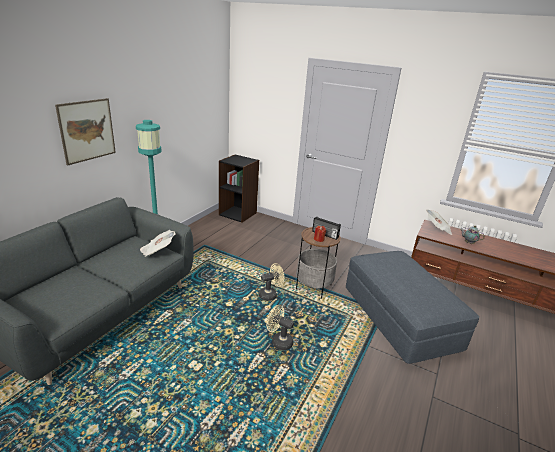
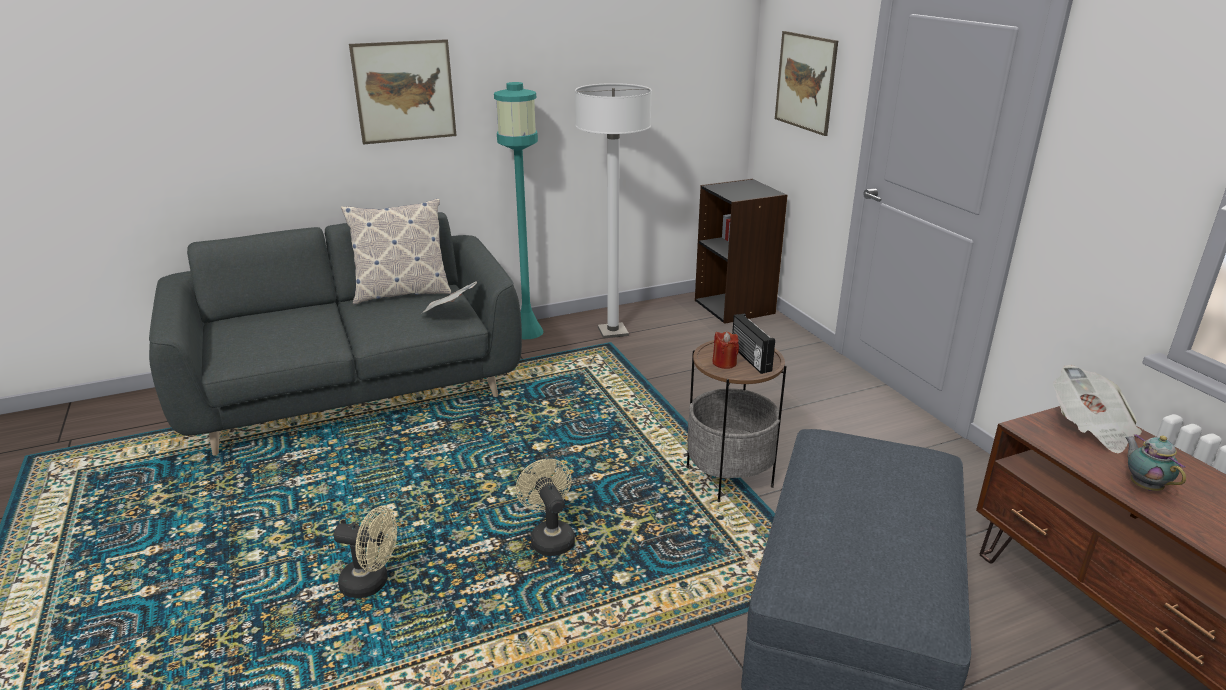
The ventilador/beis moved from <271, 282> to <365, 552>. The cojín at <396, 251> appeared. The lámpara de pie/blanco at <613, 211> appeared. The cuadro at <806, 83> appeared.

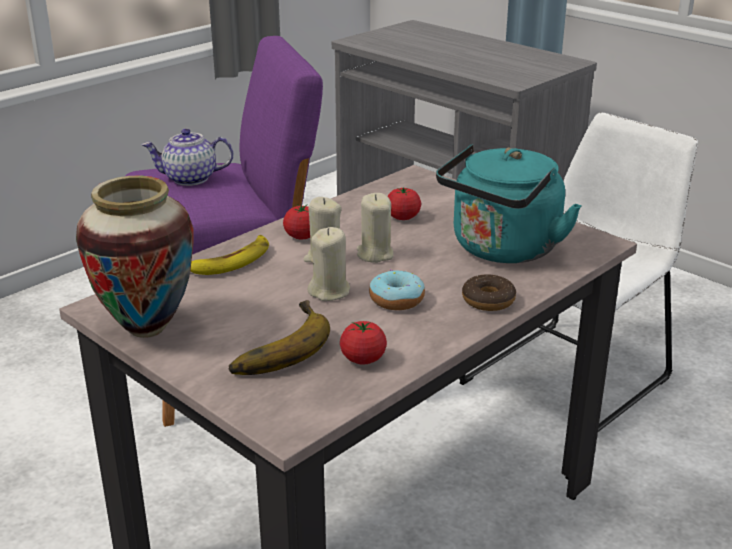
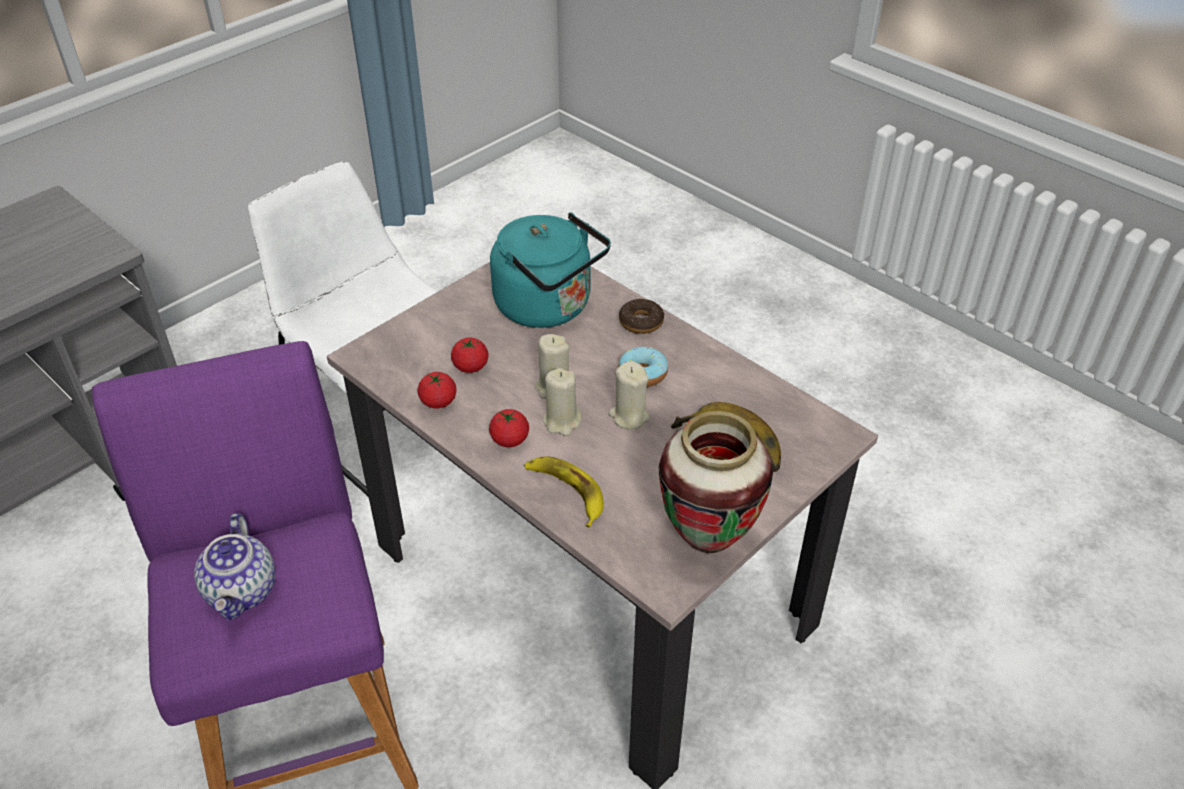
The tomate moved from <363, 342> to <437, 390>.

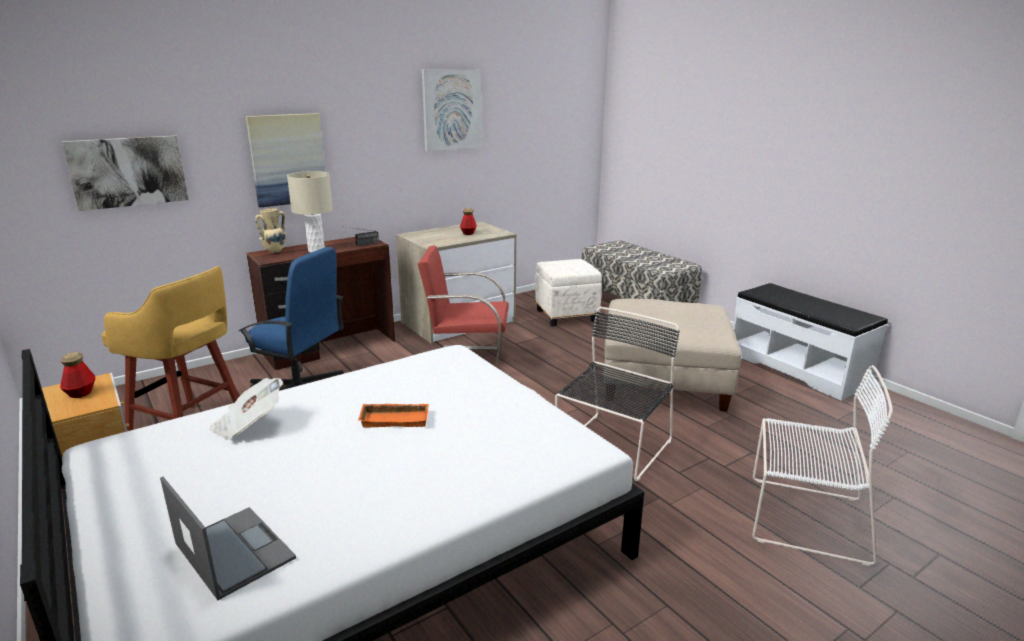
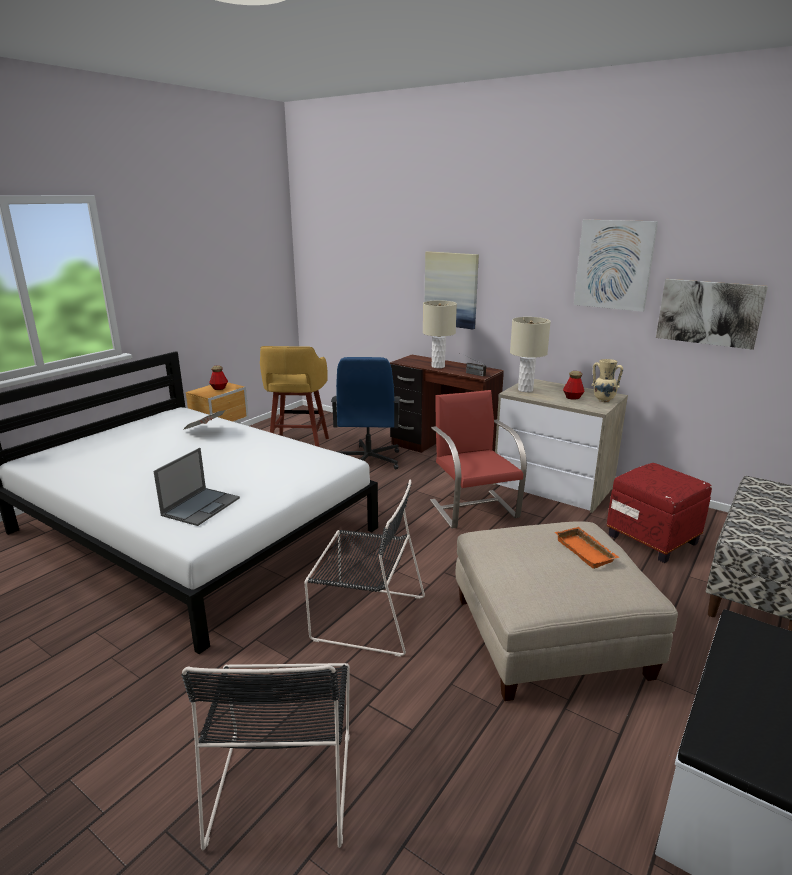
The portátil moved from <228, 538> to <197, 487>. The silla/blanco at <822, 465> became the silla/negro at <265, 756>. The lámpara de mesa/beis at <530, 354> appeared. The bandeja/naranja moved from <393, 416> to <587, 548>. The florero/beis moved from <271, 230> to <607, 380>. The puf/blanco at <568, 292> became the puf/rojo at <659, 513>. The cuadro moved from <125, 173> to <712, 314>.

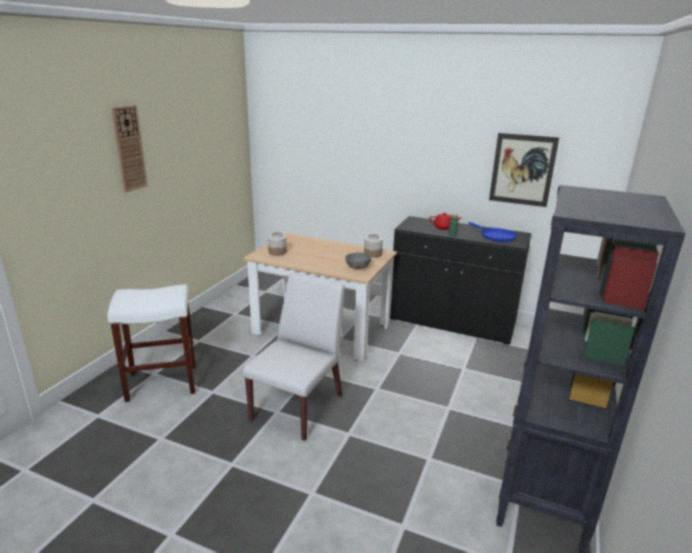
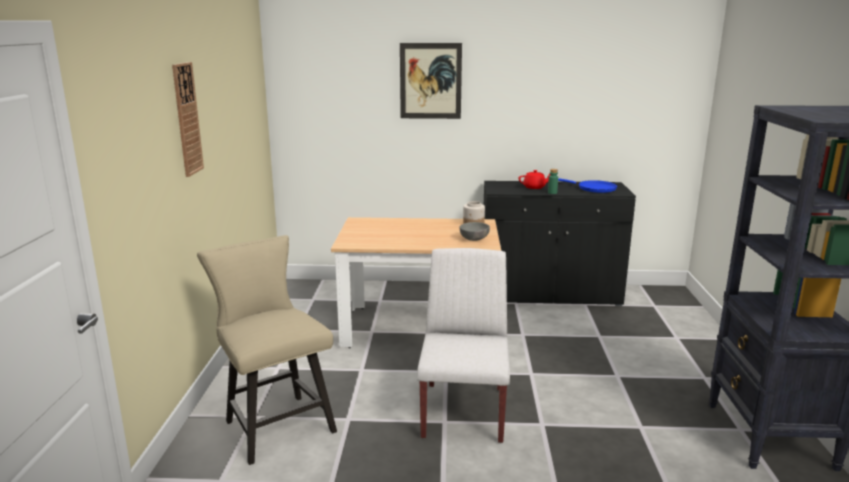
The taburete/blanco at <151, 343> was replaced by the silla/beis at <267, 350>. The cuadro moved from <524, 170> to <431, 81>. The tarro at <277, 244> disappeared.

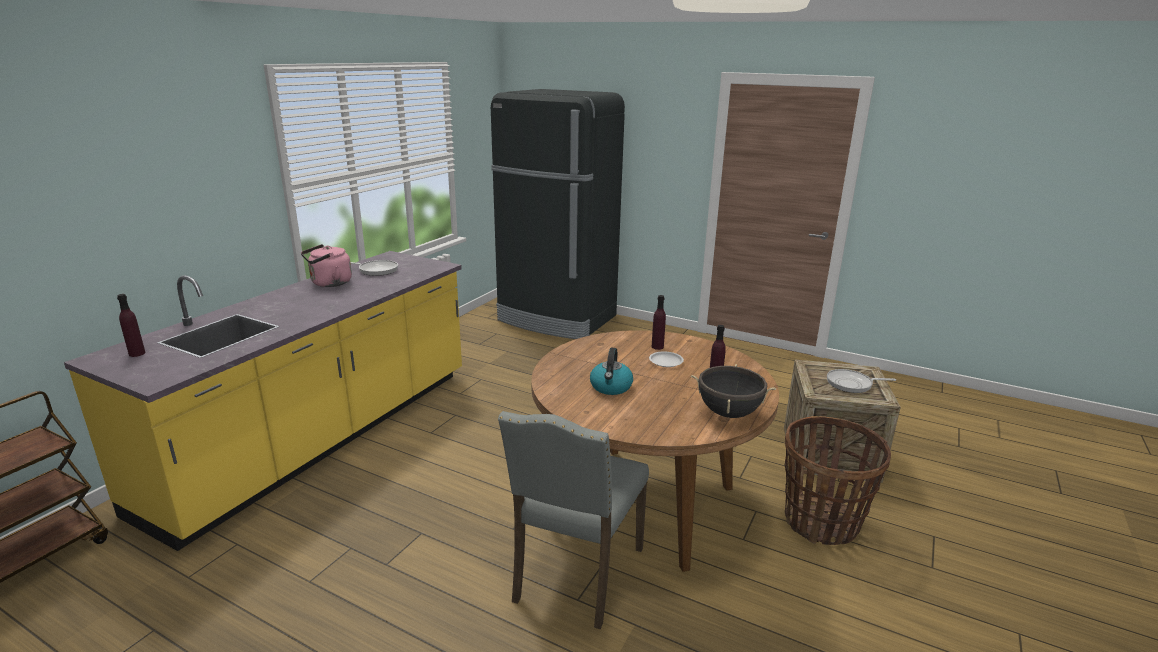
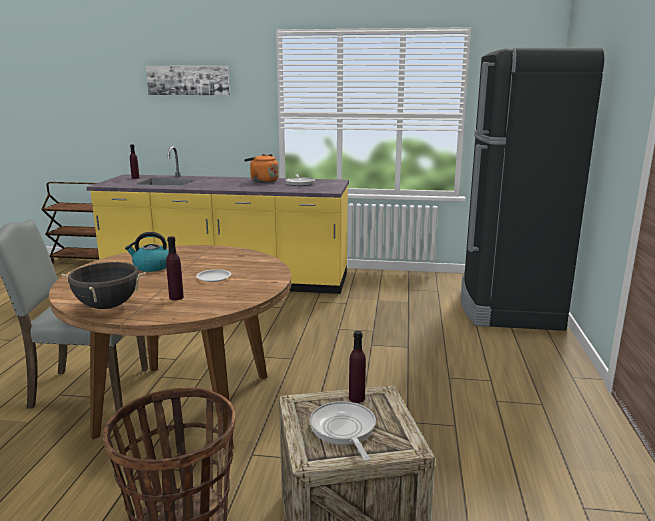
The cuadro at <188, 80> appeared. The hervidor/rosa at <326, 265> became the hervidor/naranja at <261, 168>. The botella/morado moved from <659, 322> to <357, 367>.

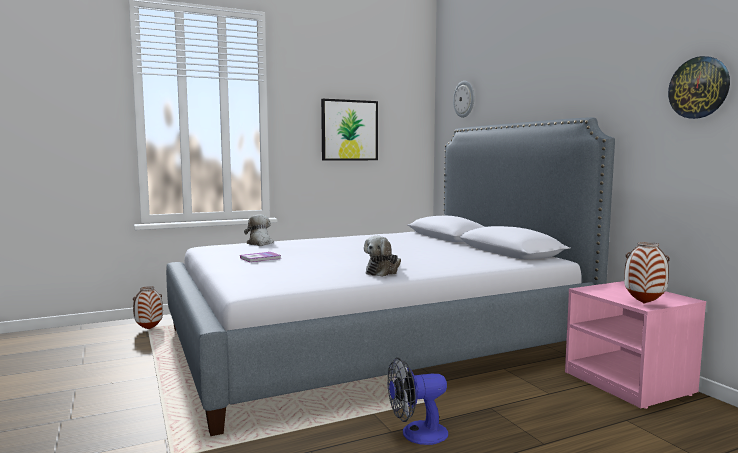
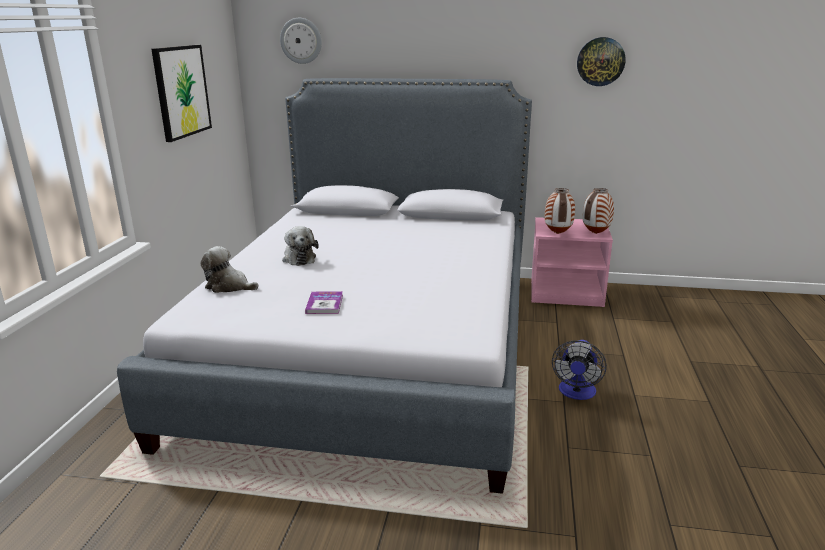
The peluche moved from <382, 256> to <300, 246>. The florero moved from <148, 307> to <560, 211>.

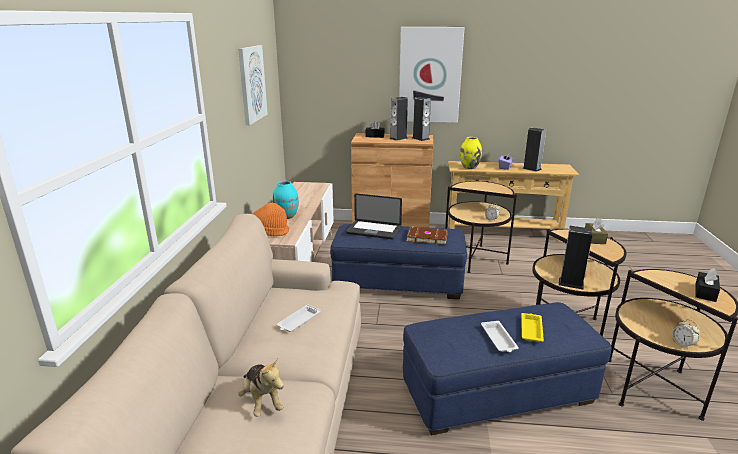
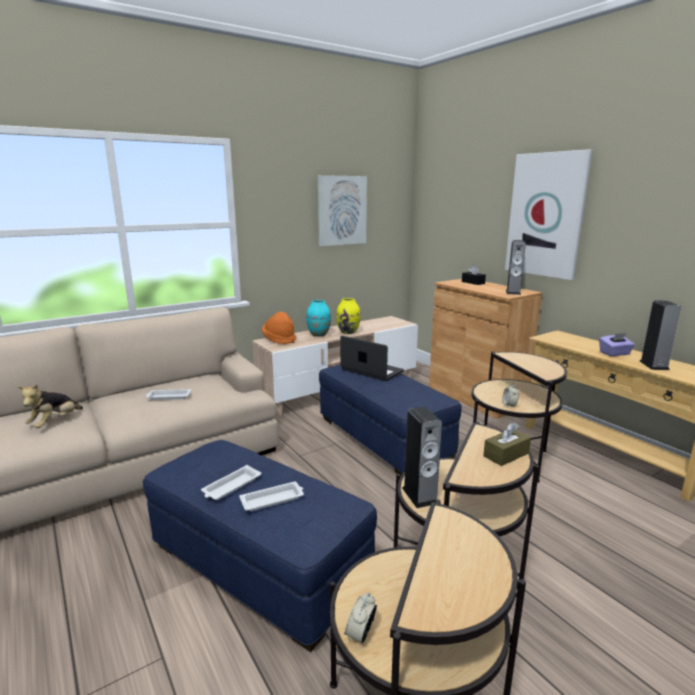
The bandeja/amarillo at <532, 327> became the bandeja/blanco at <271, 496>. The florero/amarillo moved from <471, 153> to <348, 316>. The portátil at <374, 216> turned 150 degrees clockwise. The altavoz at <398, 119> disappeared. The libro/marrón at <427, 235> disappeared. The caja de pañuelos/negro at <707, 285> disappeared.

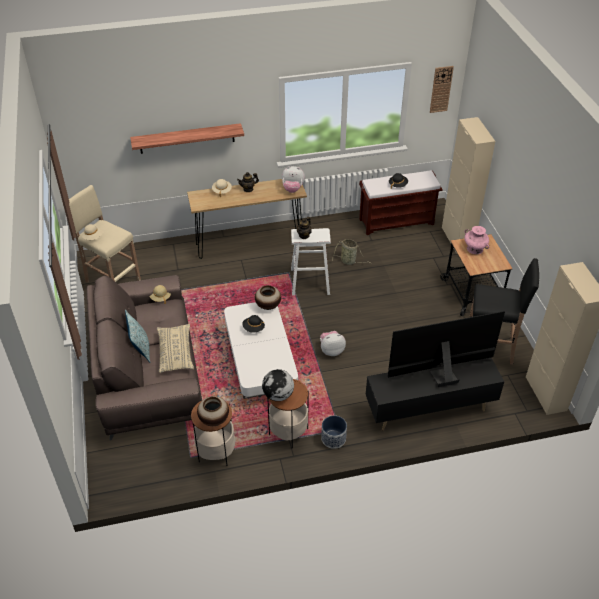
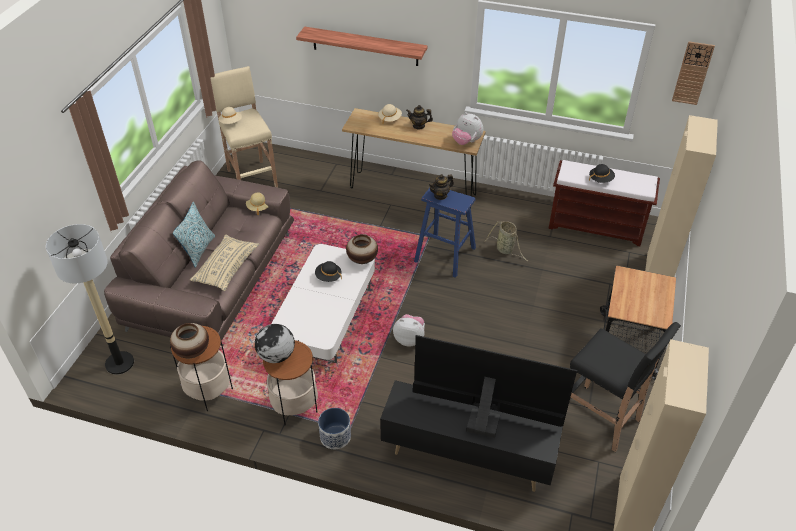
The lámpara de pie at <90, 299> appeared. The taburete/blanco at <311, 261> became the taburete/azul at <445, 233>. The florero/rosa at <476, 240> disappeared.

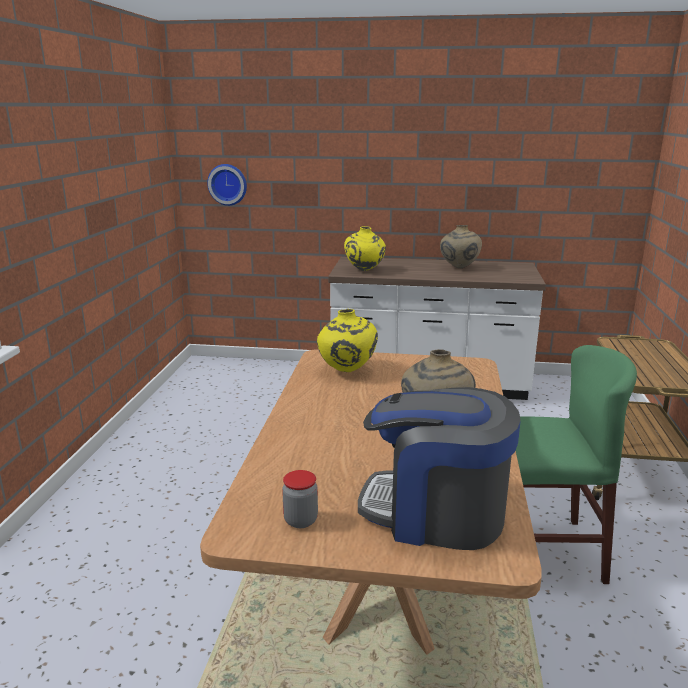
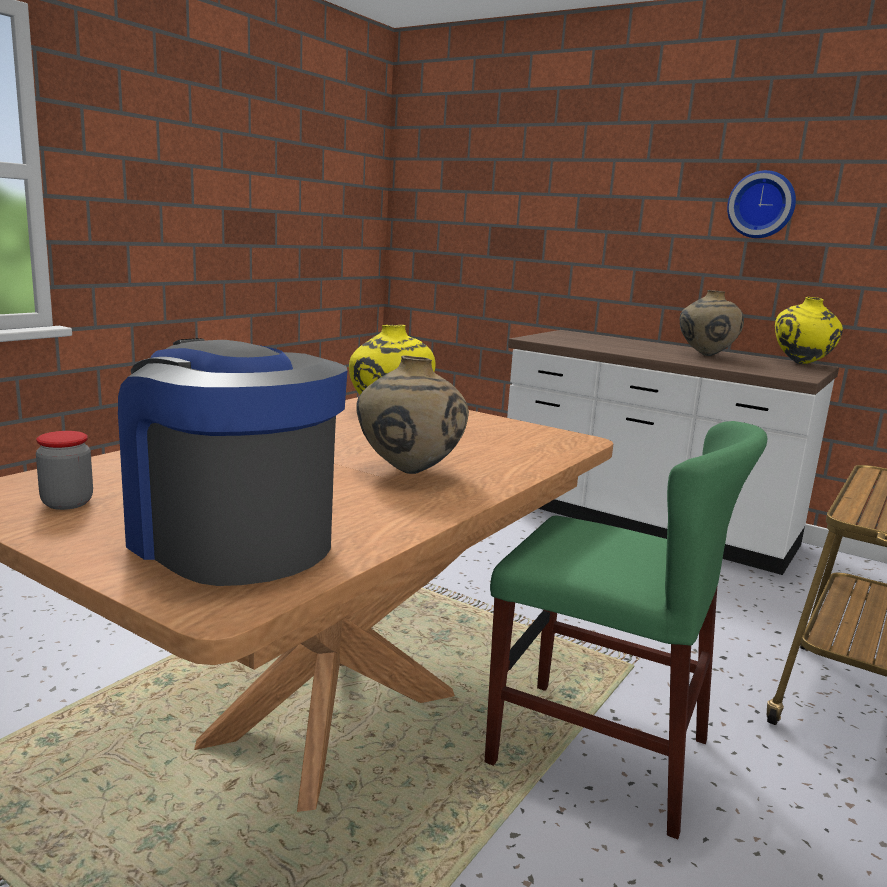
The reloj de pared moved from <227, 185> to <761, 204>. The florero/amarillo moved from <365, 248> to <809, 330>.

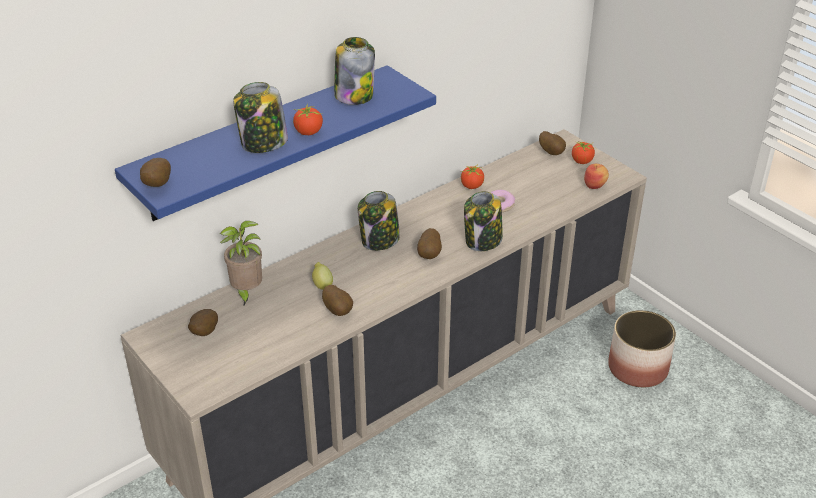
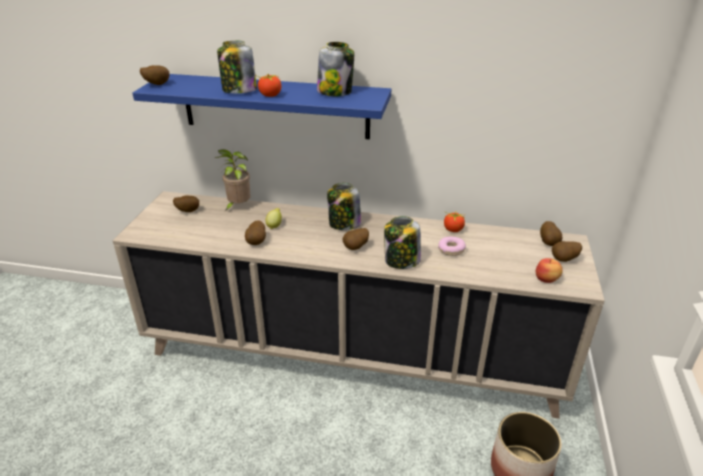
The tomate at <583, 152> was replaced by the patata at <567, 251>.

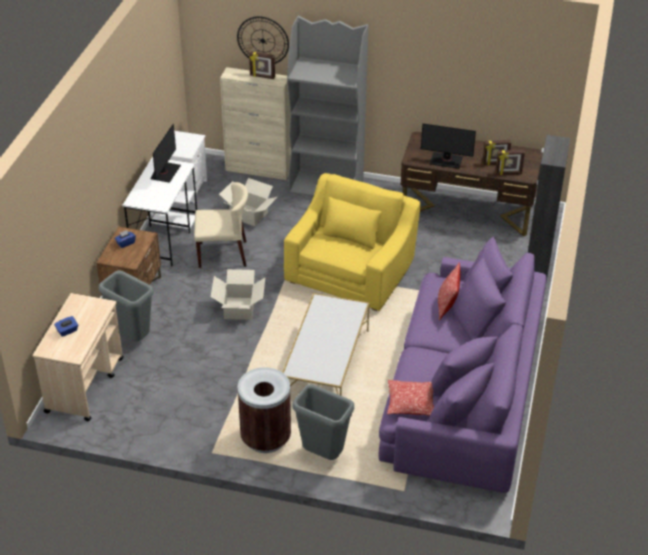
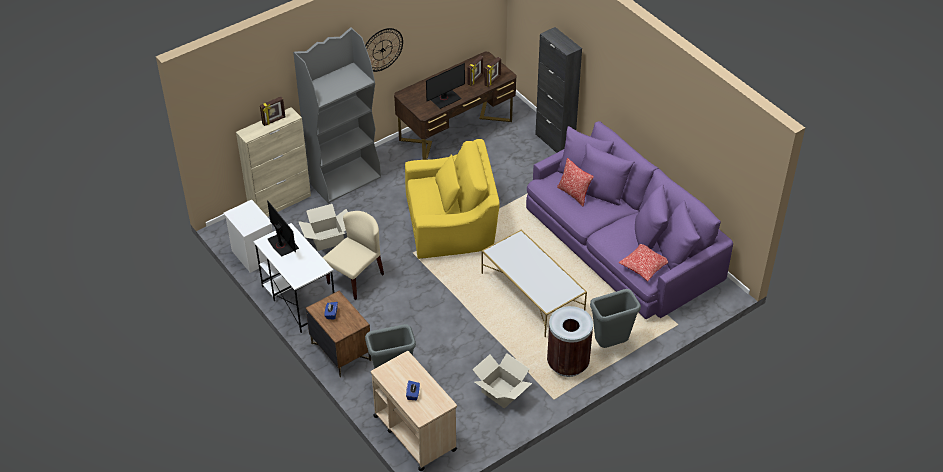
The reloj de pared moved from <263, 40> to <384, 50>. The sillón/amarillo at <352, 242> turned 105 degrees clockwise. The caja de cartón moved from <238, 294> to <502, 381>.

